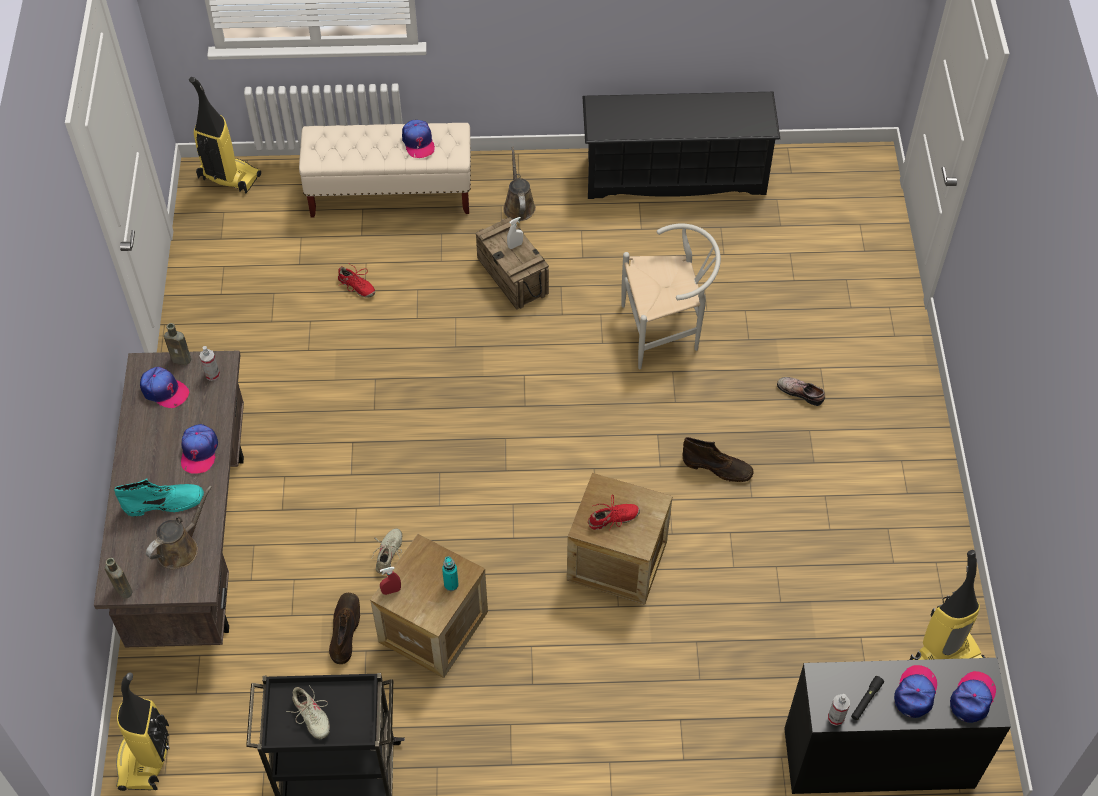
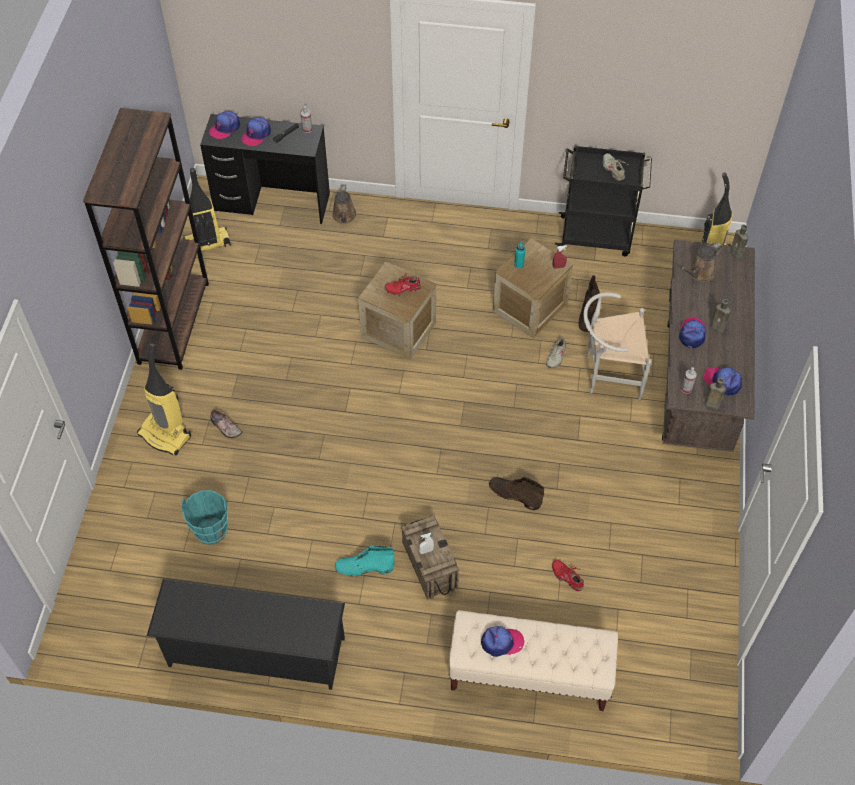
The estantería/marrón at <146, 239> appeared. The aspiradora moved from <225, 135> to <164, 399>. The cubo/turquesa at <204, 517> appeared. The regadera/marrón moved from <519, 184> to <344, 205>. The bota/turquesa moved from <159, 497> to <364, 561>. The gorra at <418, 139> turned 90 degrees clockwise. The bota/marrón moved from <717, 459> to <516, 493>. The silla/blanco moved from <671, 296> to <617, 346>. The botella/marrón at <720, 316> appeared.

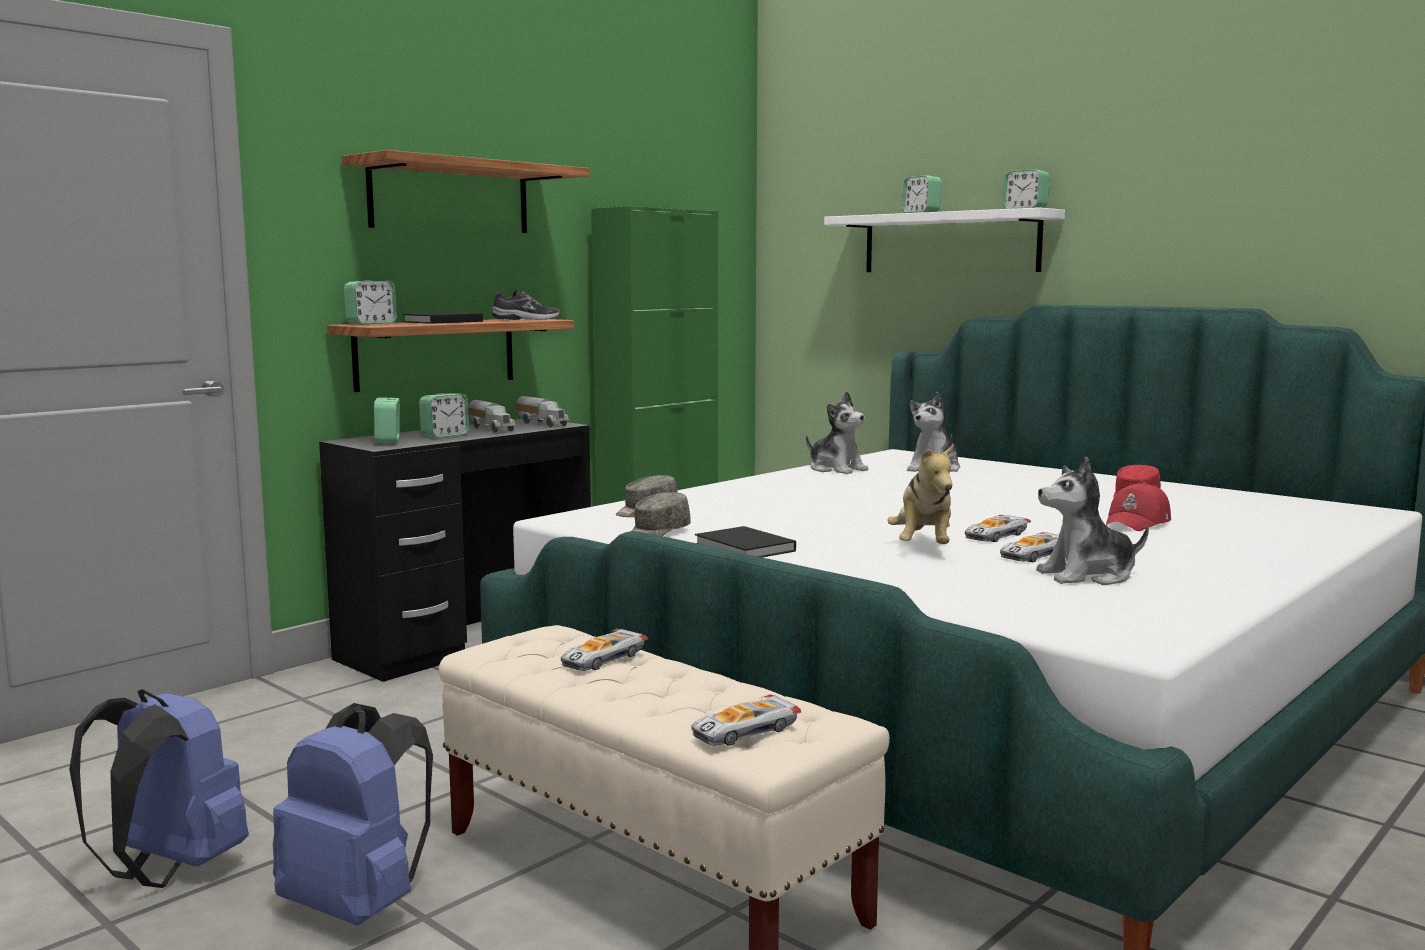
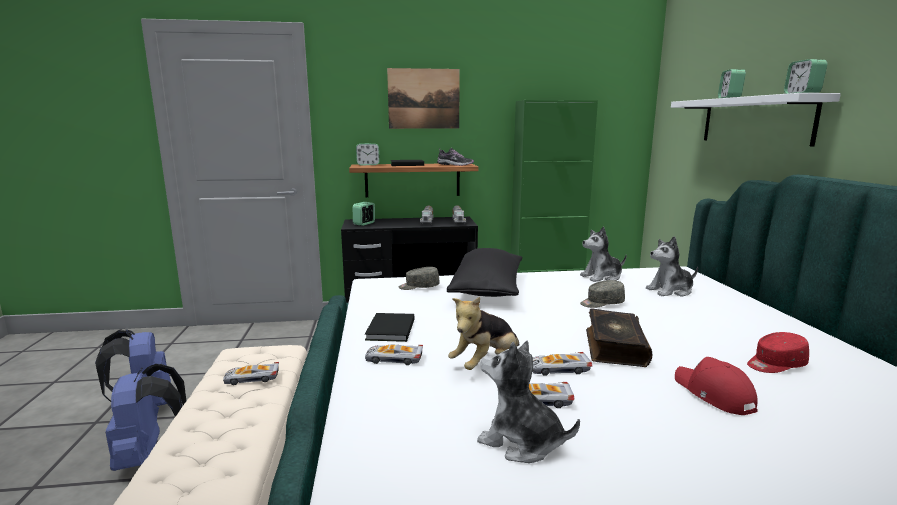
The coche de juguete moved from <746, 720> to <394, 355>. The estante at <465, 191> was replaced by the cuadro at <423, 98>. The cojín/negro at <484, 272> appeared. The peluche at <837, 432> turned 75 degrees clockwise. The gorra/gris moved from <661, 514> to <602, 294>. The libro at <619, 337> appeared. The gorra/rojo at <1138, 506> turned 75 degrees clockwise. The despertador at <444, 415> disappeared.

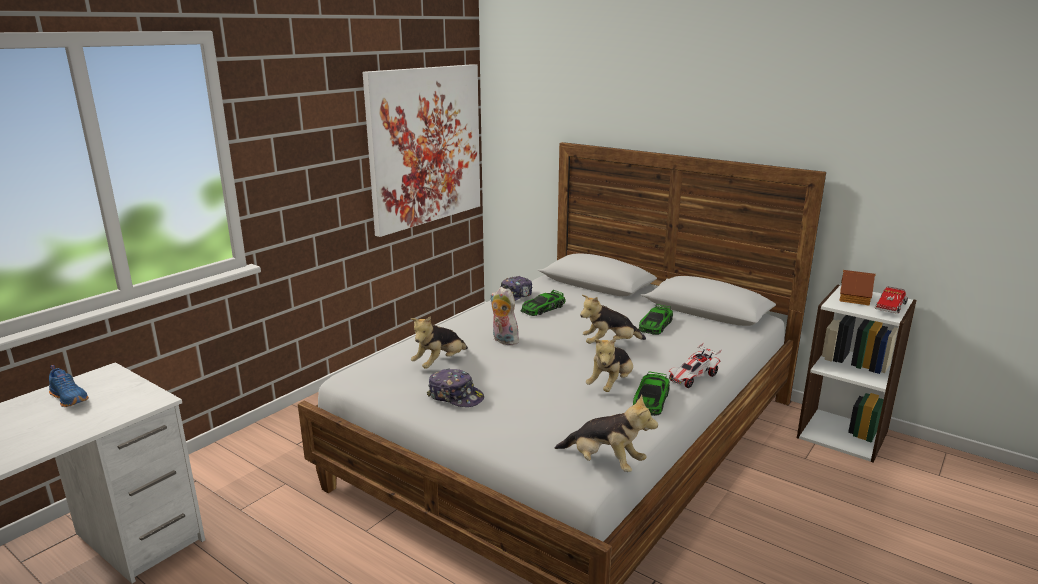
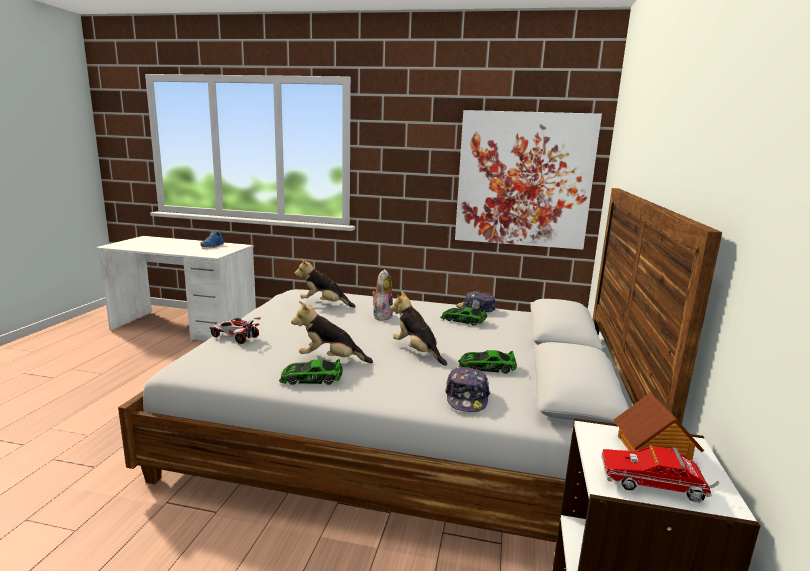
The coche de juguete moved from <695, 365> to <235, 330>. The gorra moved from <455, 387> to <467, 389>. The peluche at <606, 433> disappeared.

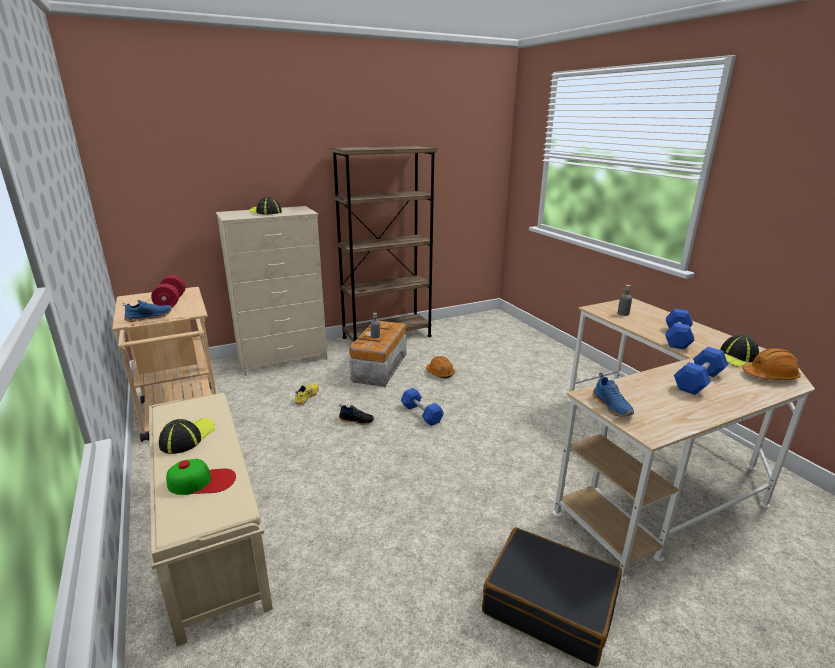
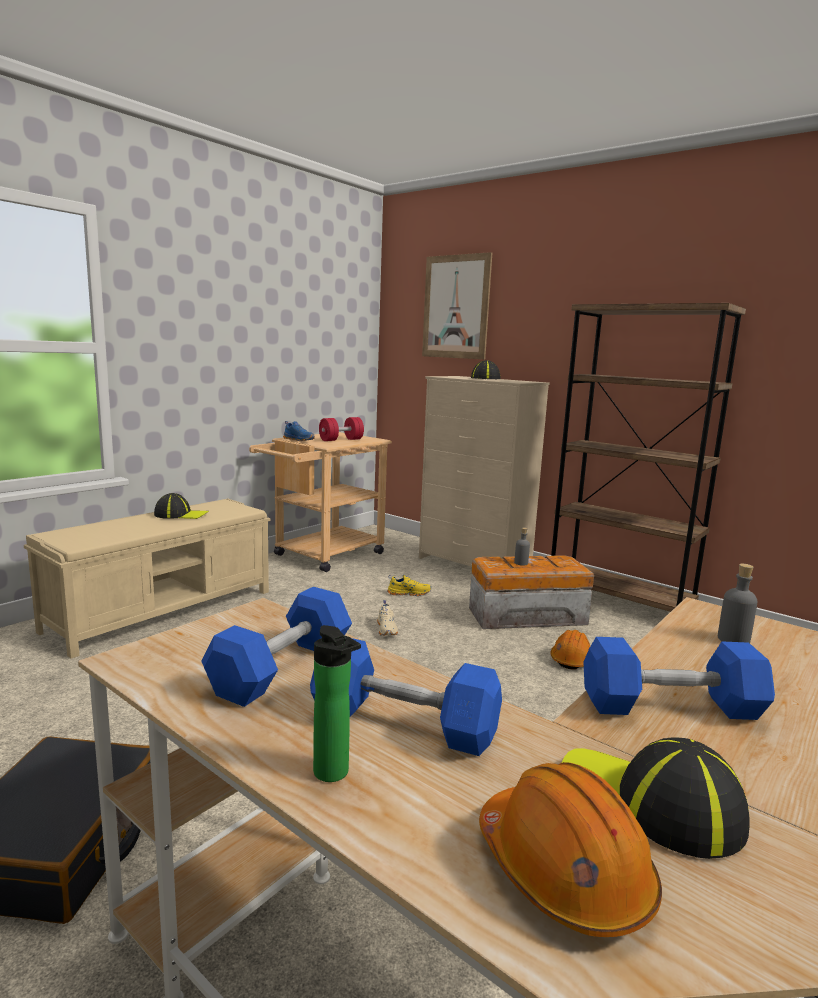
The mancuerna/azul moved from <422, 407> to <276, 647>. The botella at <337, 703> appeared. The zapato/negro at <356, 414> became the zapato/beis at <387, 618>. The cuadro at <457, 305> appeared. The gorra at <201, 477> disappeared. The zapato/azul at <613, 395> disappeared.

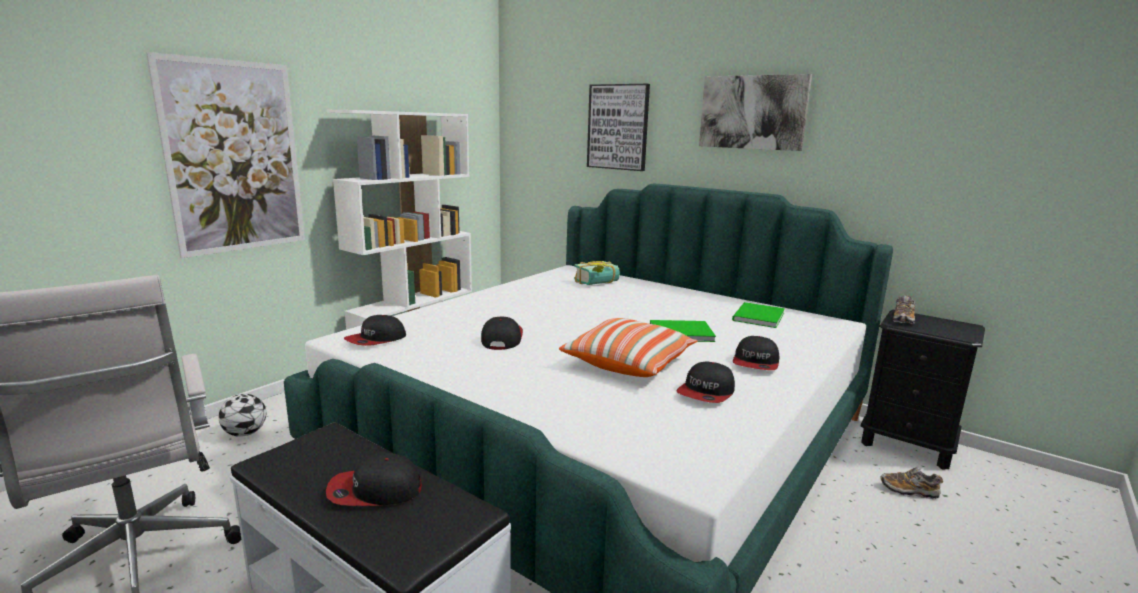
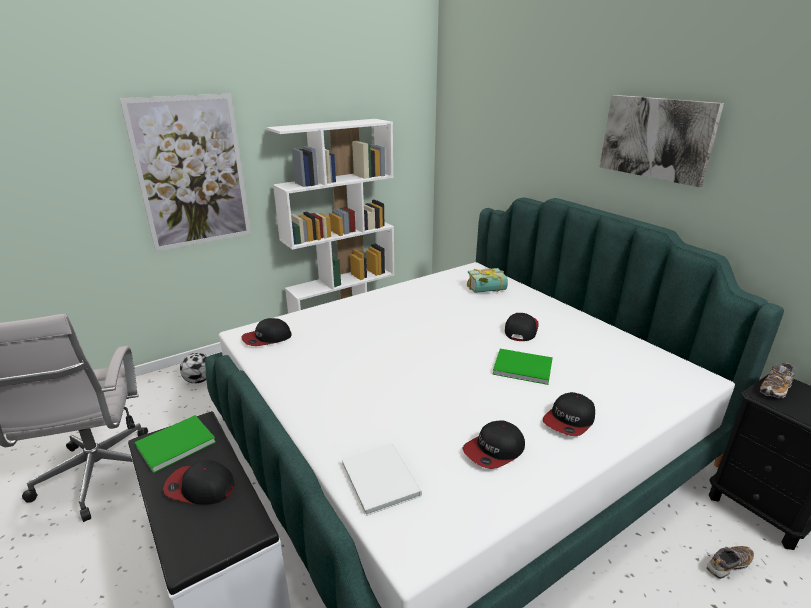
The libro/verde moved from <758, 315> to <175, 444>. The libro/blanco at <382, 479> appeared. The gorra moved from <502, 333> to <522, 327>. The zapato at <911, 483> turned 120 degrees clockwise. The cojín at <628, 347> disappeared. The cuadro at <618, 127> disappeared.

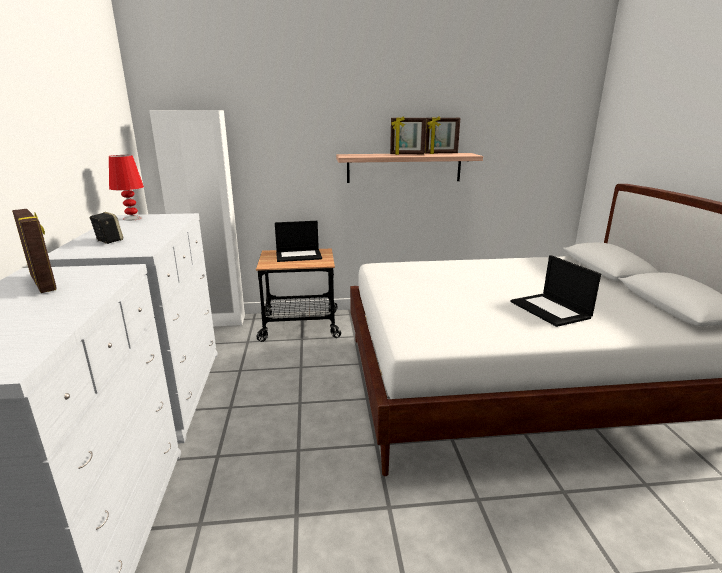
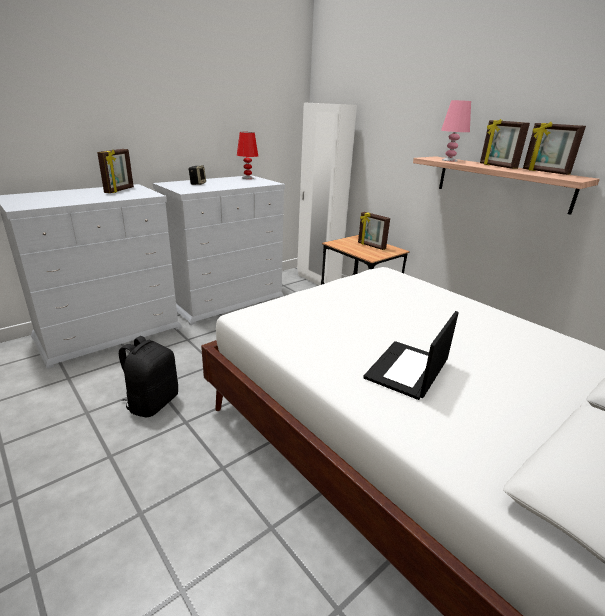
The mochila/negro at <148, 376> appeared. The portátil at <298, 241> was replaced by the portarretratos at <374, 231>. The lámpara de mesa/rosa at <456, 131> appeared.

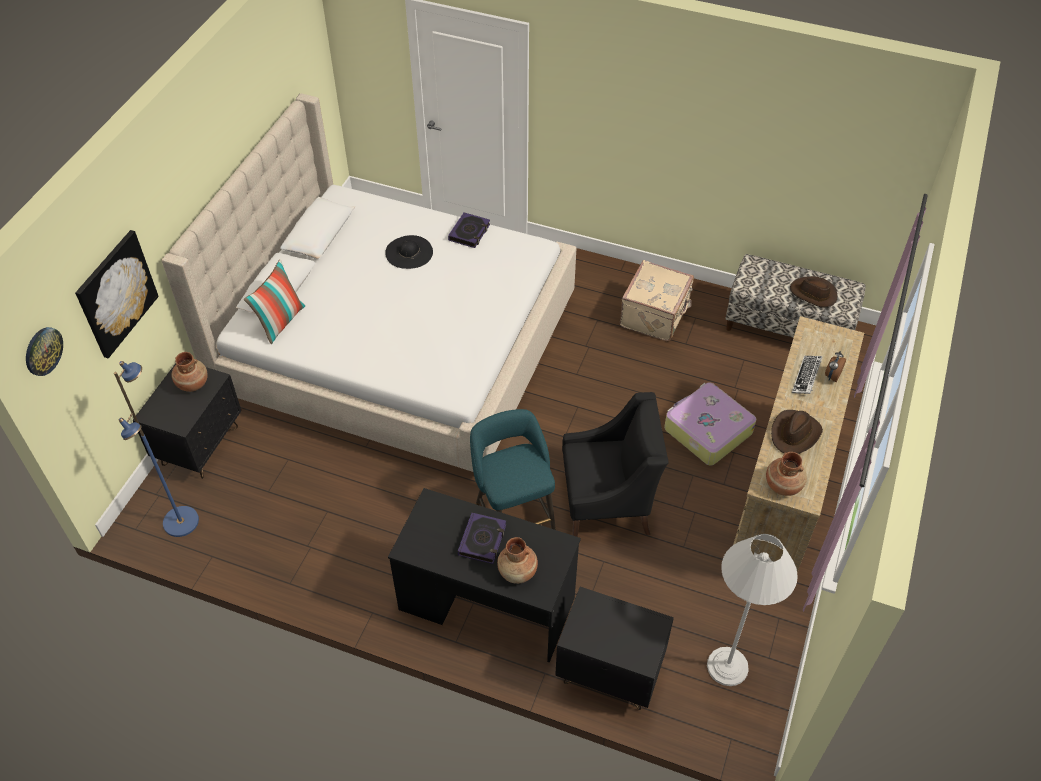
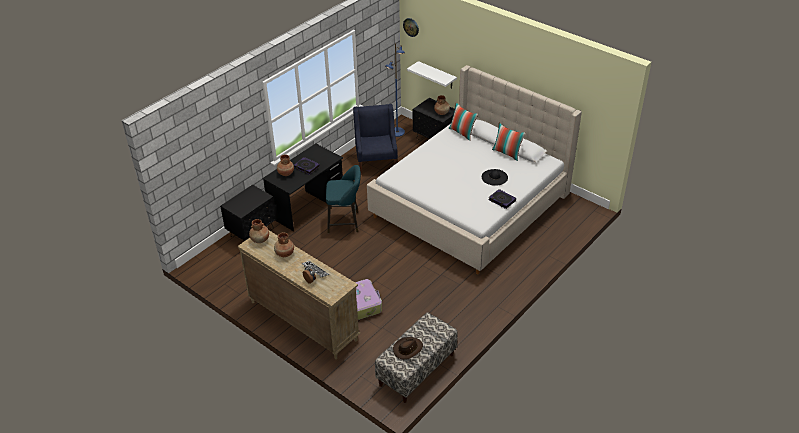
The sombrero/marrón at <797, 432> was replaced by the florero/marrón at <284, 244>. The sillón/azul at <375, 139> appeared. The estante/blanco at <432, 74> appeared. The cojín at <509, 142> appeared. The cuadro at <117, 294> disappeared. The sillón/negro at <615, 464> disappeared. The maleta/beis at <657, 300> disappeared. The lámpara de pie/blanco at <752, 610> disappeared.

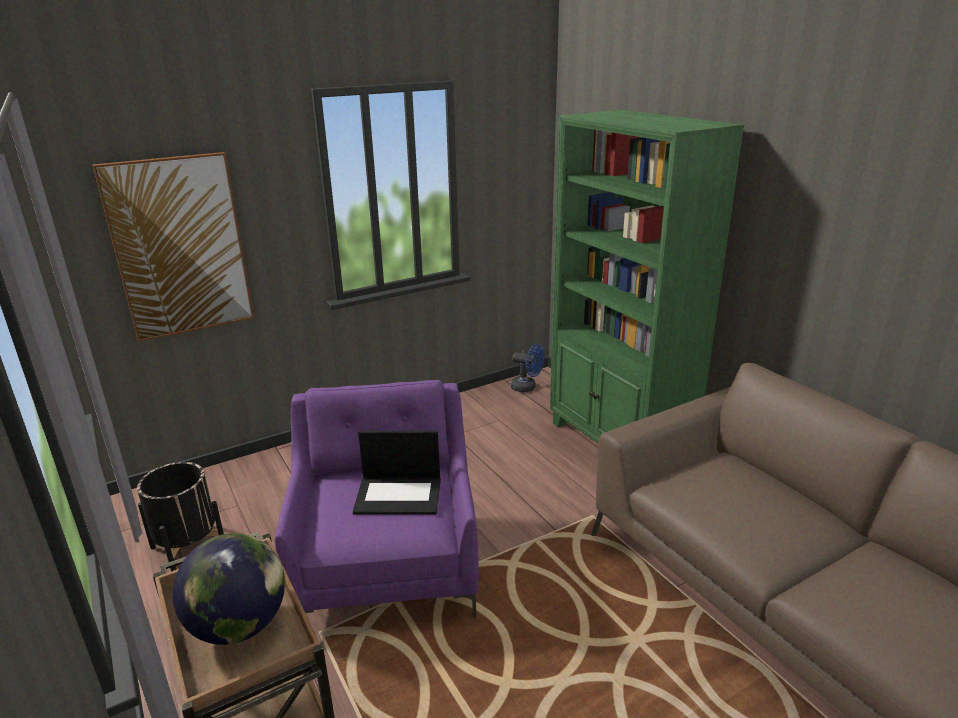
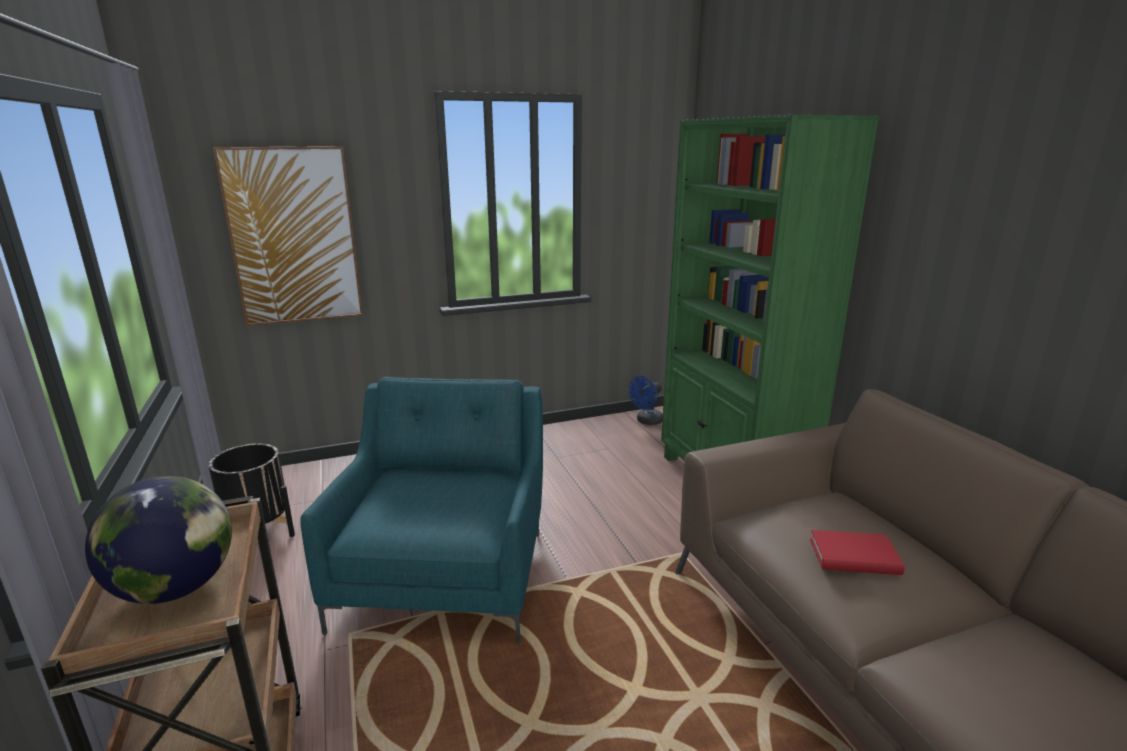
The sillón/morado at <377, 499> became the sillón/turquesa at <421, 510>. The ventilador/azul at <528, 368> turned 105 degrees clockwise. The libro/rojo at <857, 552> appeared. The portátil at <397, 473> disappeared.

